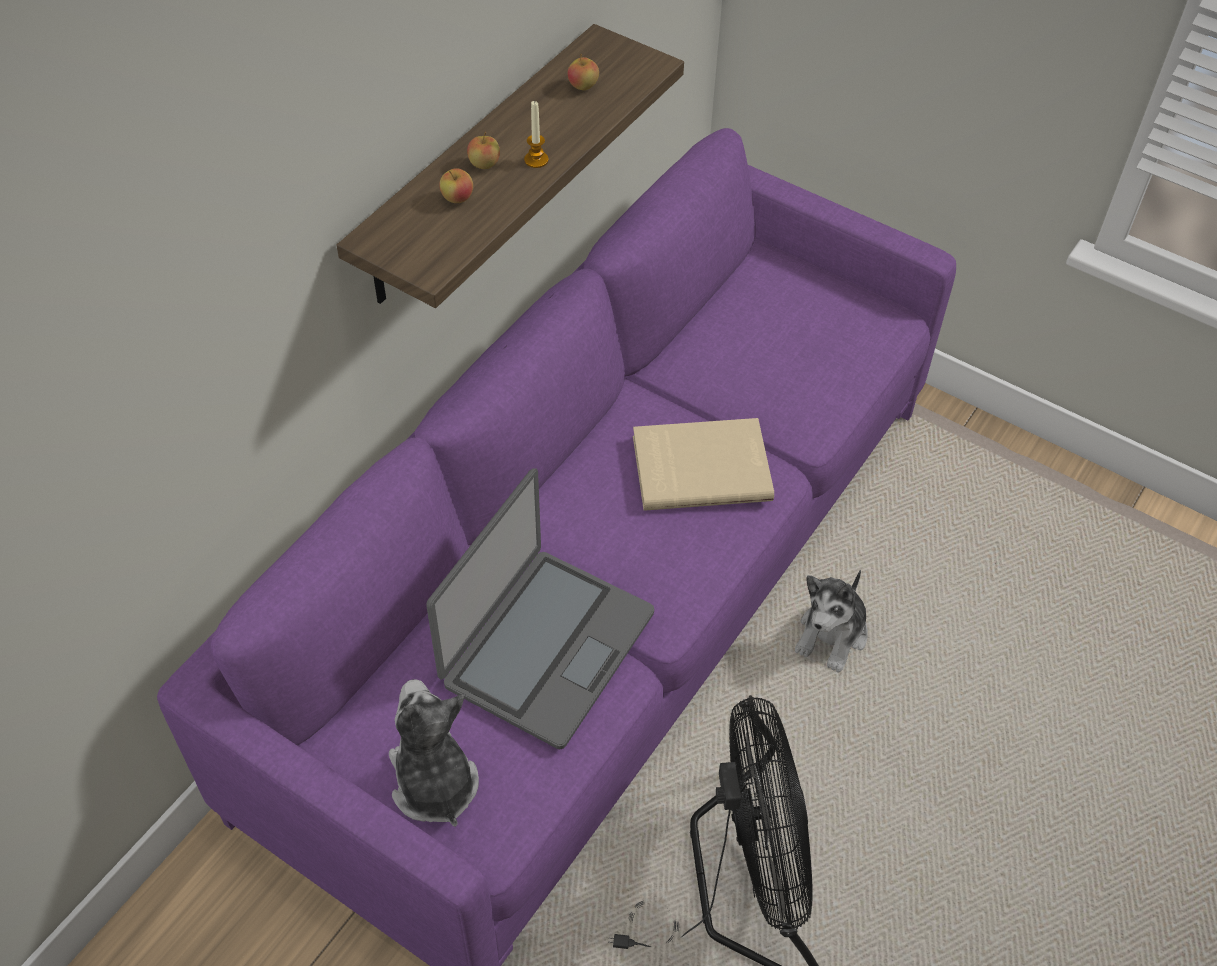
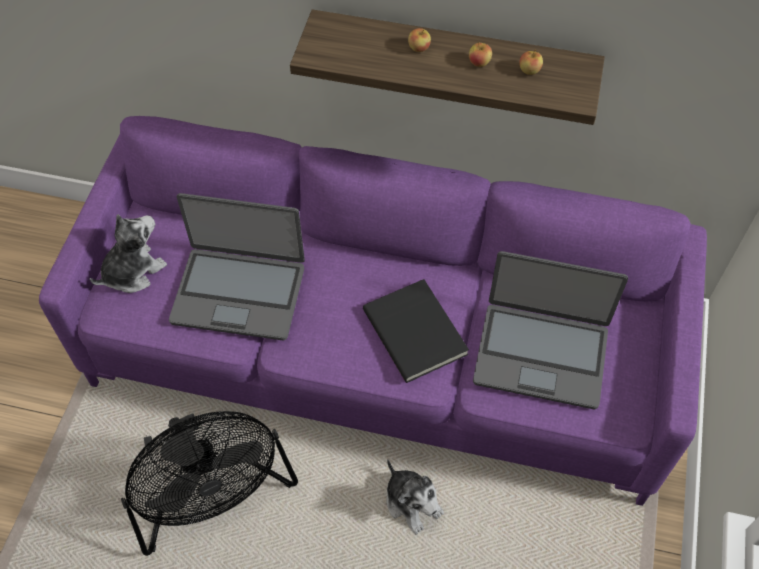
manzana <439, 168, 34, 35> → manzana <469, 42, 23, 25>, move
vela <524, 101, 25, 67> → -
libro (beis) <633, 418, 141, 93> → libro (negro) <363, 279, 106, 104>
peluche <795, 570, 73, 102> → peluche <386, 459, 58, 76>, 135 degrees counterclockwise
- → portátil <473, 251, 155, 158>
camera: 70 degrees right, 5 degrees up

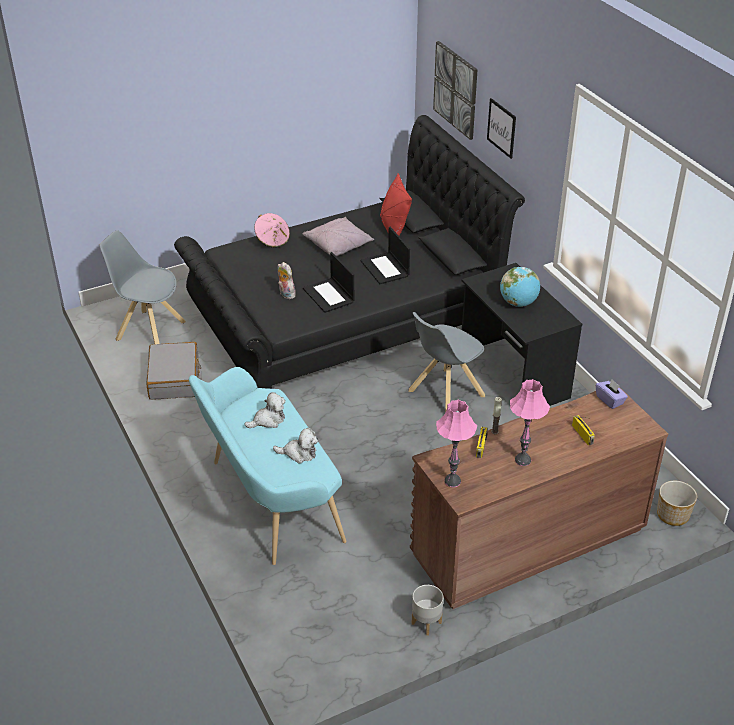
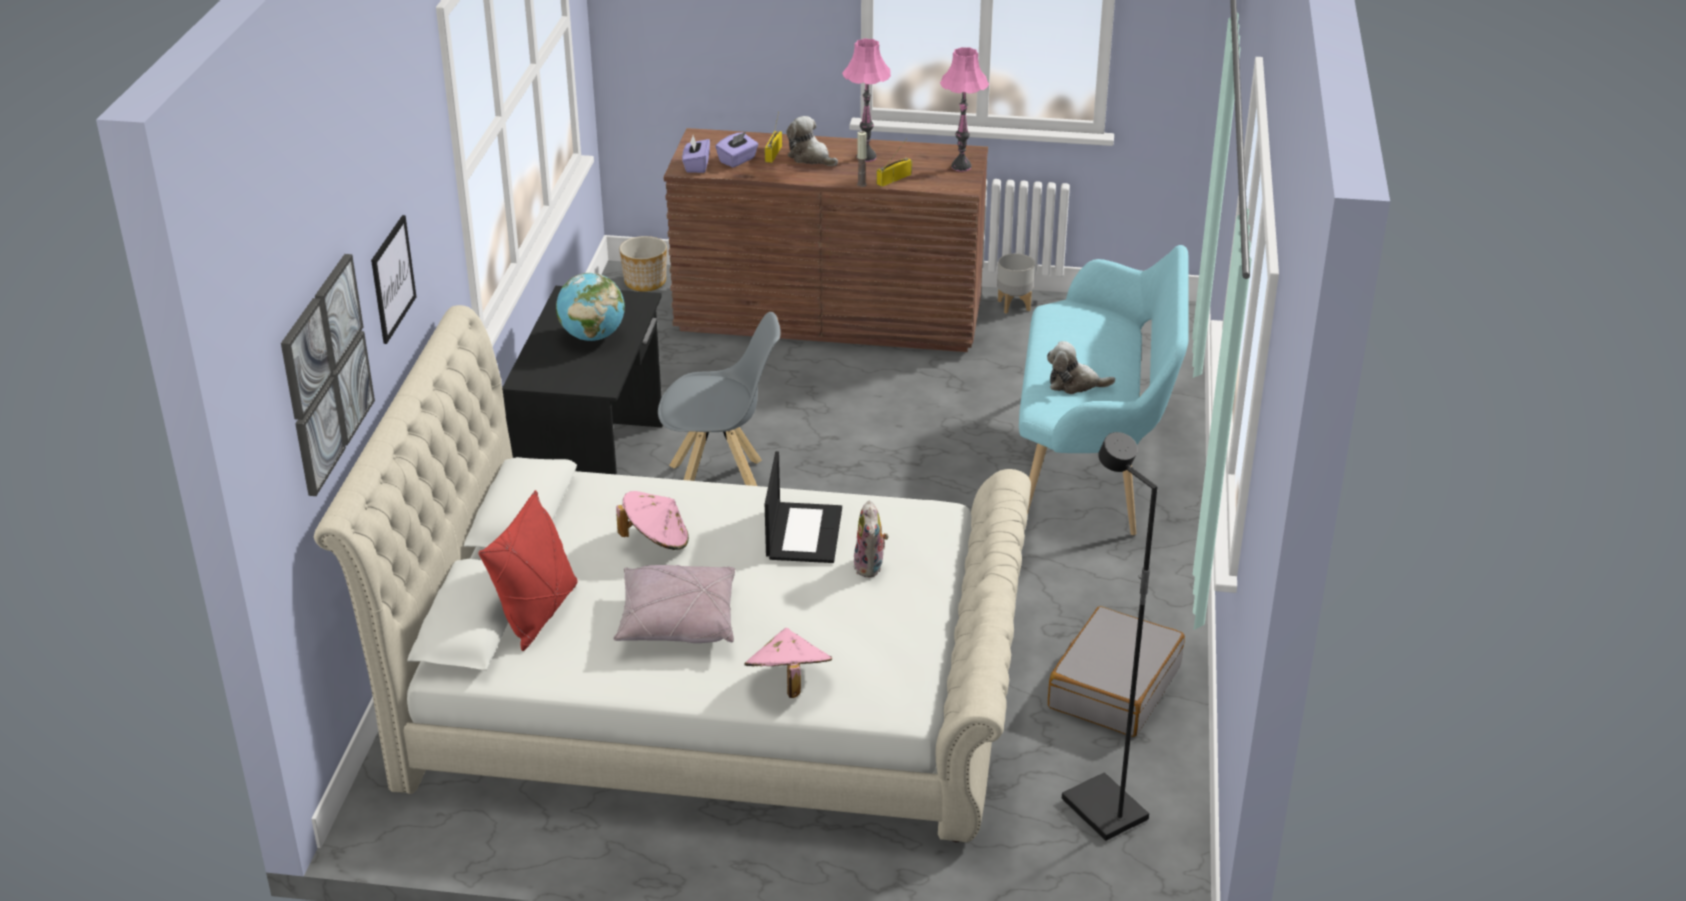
silla (gris) <99, 230, 87, 114> → lámpara de pie (negro) <1062, 432, 95, 409>
cama (negro) <174, 115, 351, 274> → cama (beis) <314, 305, 717, 537>
peluche <273, 428, 45, 36> → peluche <786, 116, 52, 50>, move
portátil <361, 227, 49, 57> → sombrero (rosa) <616, 491, 73, 59>
- → caja de pañuelos (morado) <715, 132, 44, 35>
camera: 145 degrees left, 5 degrees down

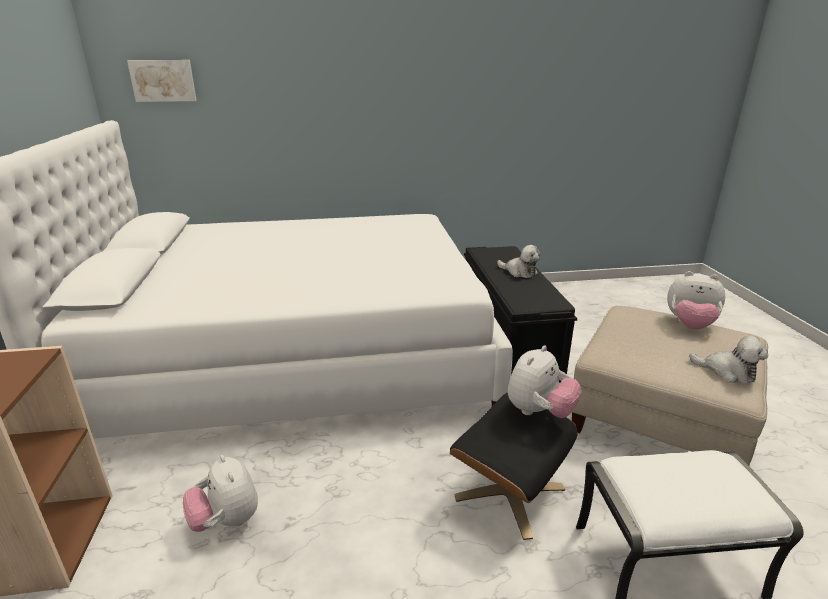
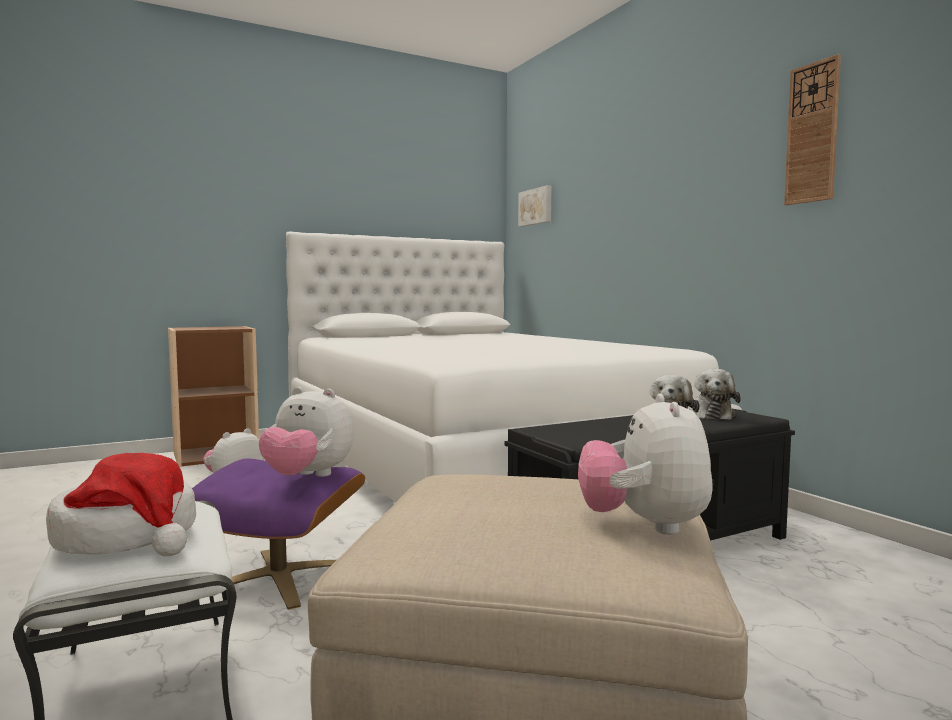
puf (negro) <450, 392, 128, 148> → puf (morado) <192, 459, 173, 151>
peluche <689, 336, 79, 47> → peluche <690, 369, 51, 51>, move
- → sombrero <46, 453, 150, 103>
- → reloj de pared <784, 54, 57, 151>
camera: 70 degrees right, 20 degrees down

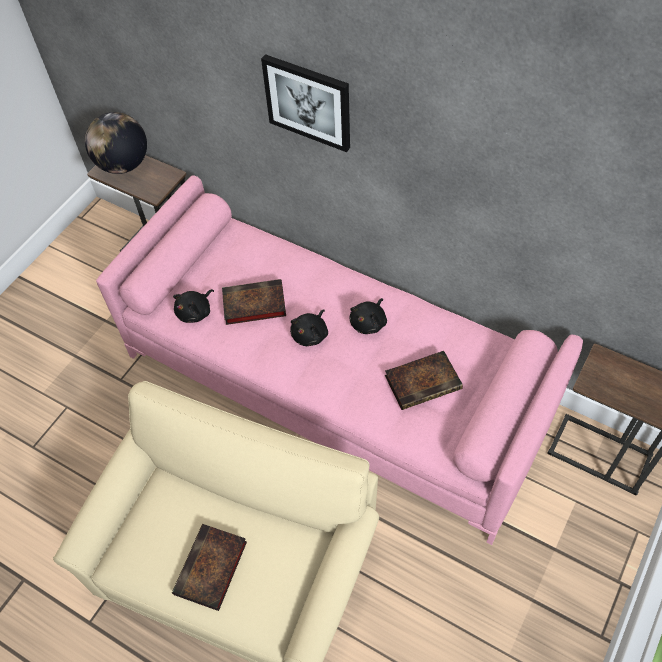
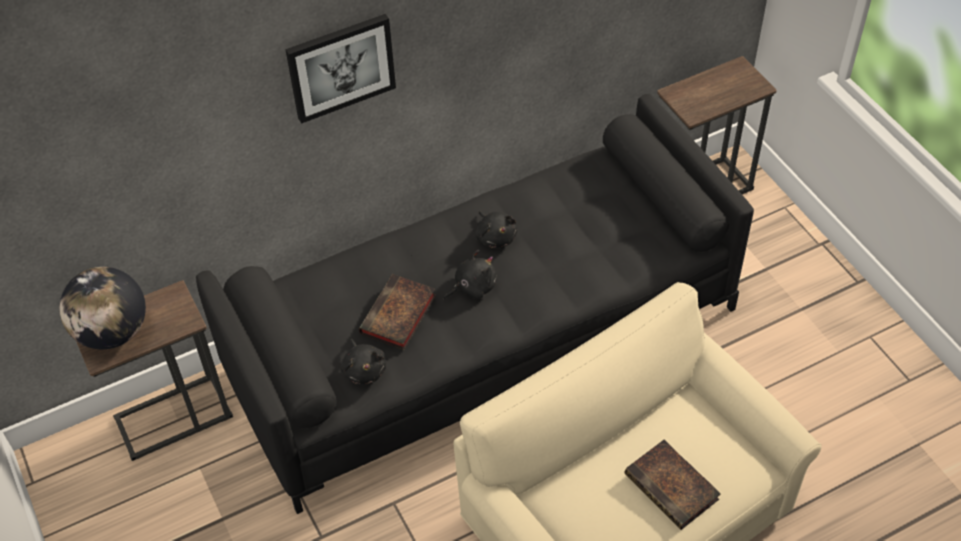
sofá (rosa) <96, 175, 487, 370> → sofá (negro) <196, 94, 558, 420>
peluche (negro) <290, 309, 38, 37> → peluche (negro) <443, 250, 54, 50>, 90 degrees counterclockwise
libro <385, 351, 78, 59> → -
camera: 60 degrees left, 5 degrees down

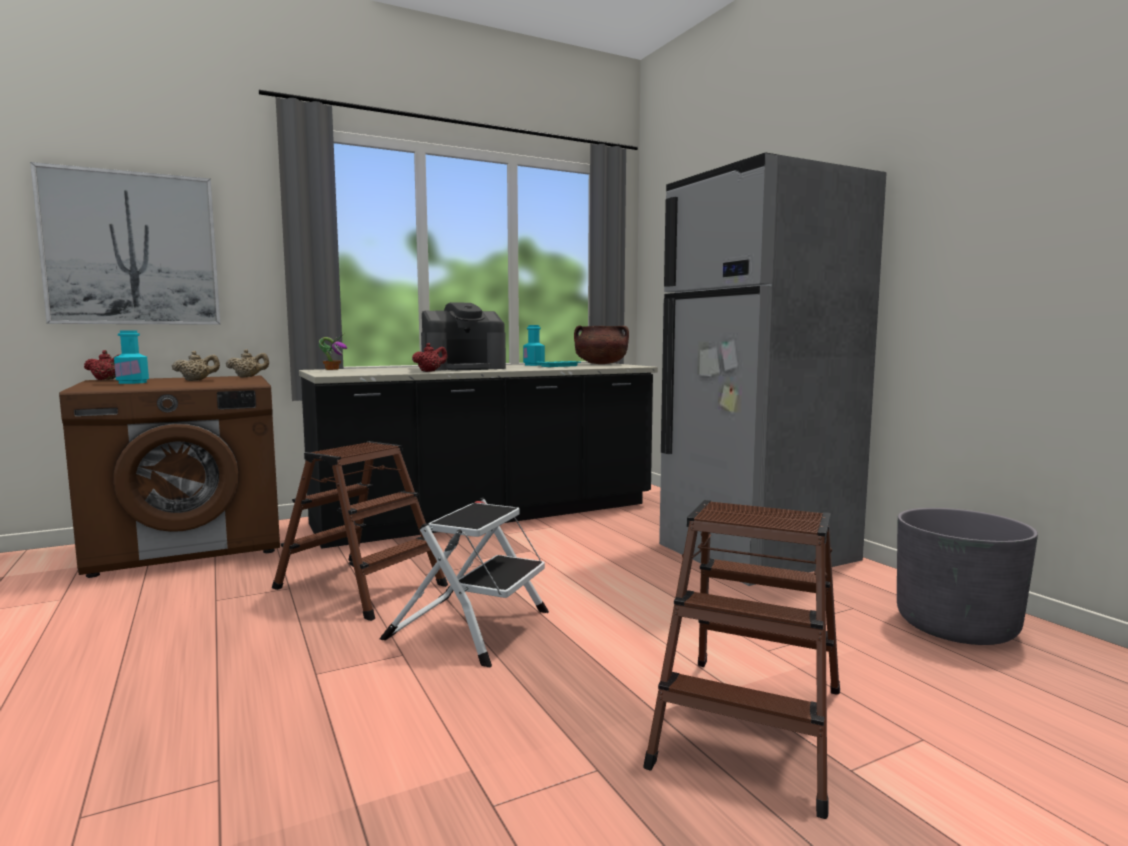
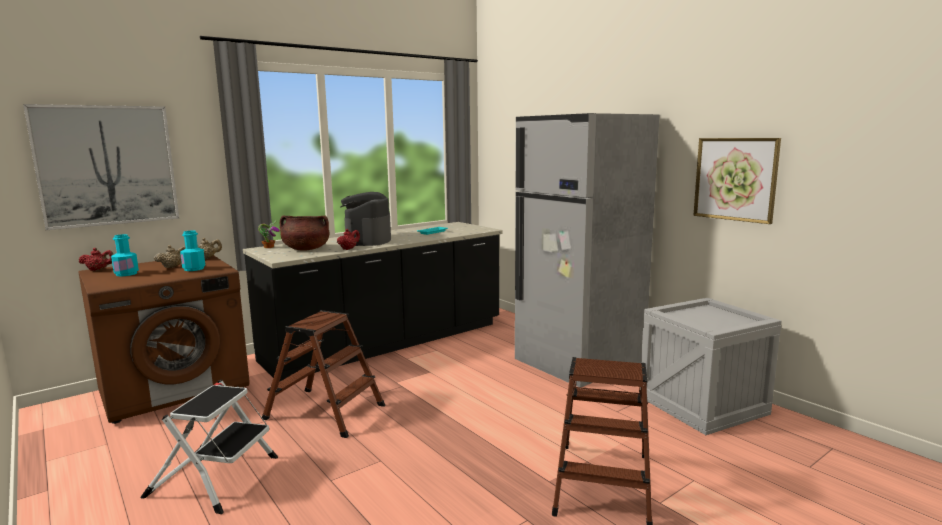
escalera de tijera <380, 498, 169, 169> → escalera de tijera <140, 380, 138, 134>, move
cafetera <421, 302, 85, 68> → cafetera <340, 192, 51, 54>, 120 degrees clockwise
botella (turquesa) <523, 325, 22, 41> → botella (turquesa) <180, 231, 25, 40>, move
olla (marrón) <574, 326, 55, 38> → olla (marrón) <280, 215, 50, 36>, move
maceta (gris) <897, 508, 141, 137> → caja de embalaje <640, 298, 141, 137>
- → cuadro <693, 138, 88, 86>
camera: 10 degrees left, 5 degrees up

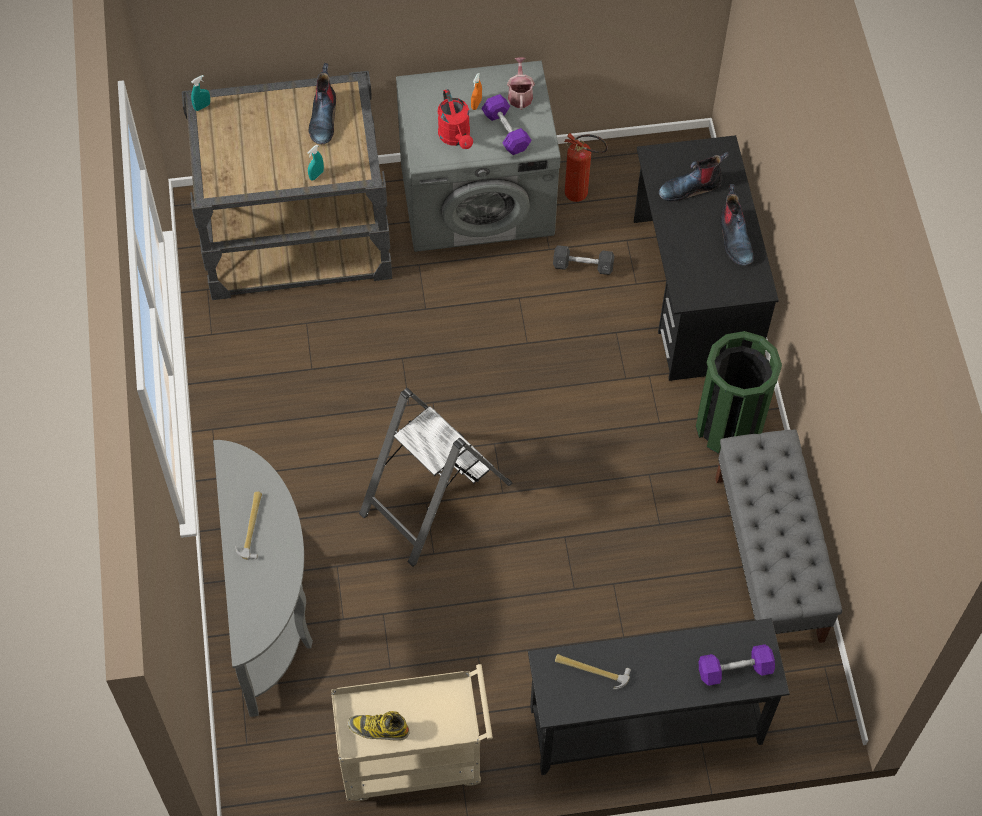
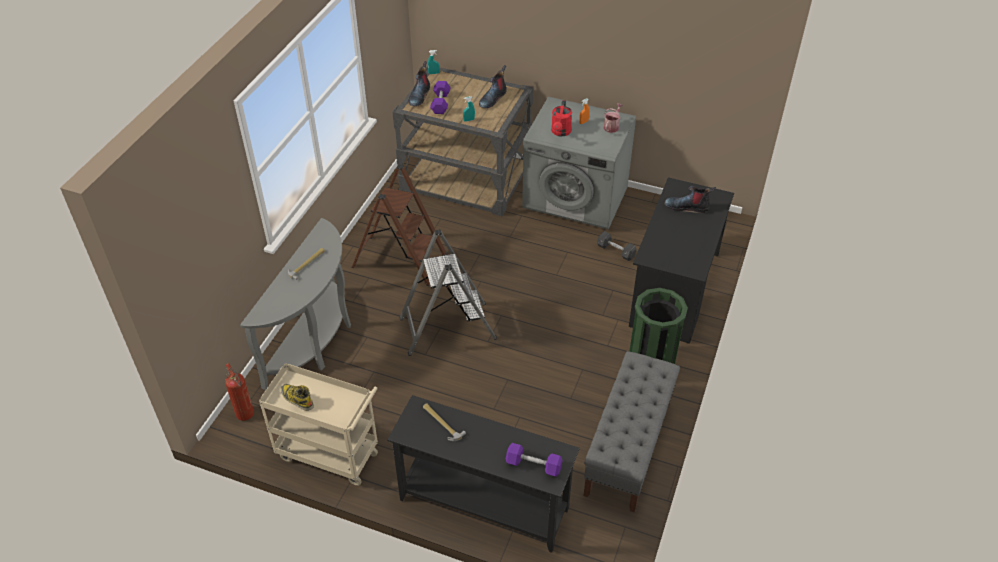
mancuerna (morado) <481, 94, 51, 61> → mancuerna (morado) <430, 81, 21, 33>, move
extintor <564, 133, 44, 69> → extintor <225, 363, 29, 58>, move
bota <720, 184, 34, 82> → bota <408, 61, 22, 45>, move
- → escalera de tijera (marrón) <351, 164, 96, 122>
camera: 30 degrees right, 15 degrees down

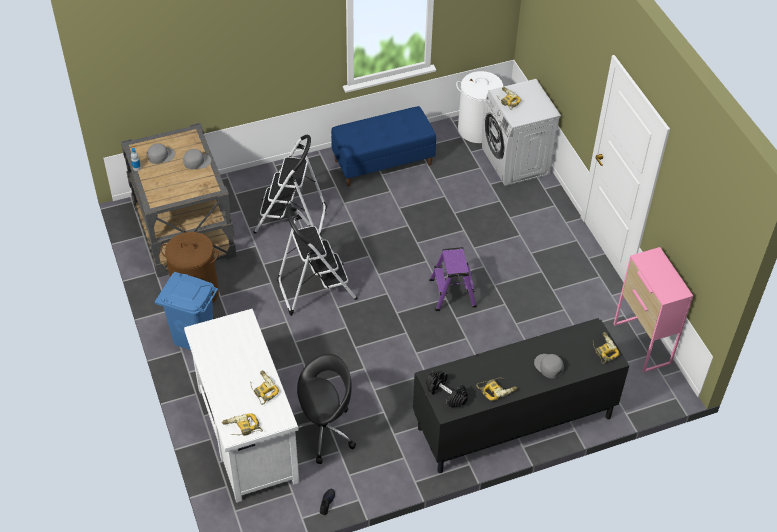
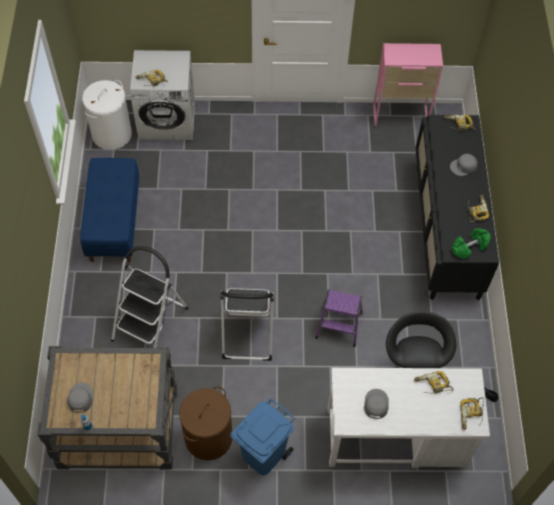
gorra (gris) <183, 149, 28, 20> → gorra (gris) <364, 389, 25, 30>, move
mancuerna (negro) <426, 371, 42, 37> → mancuerna (verde) <452, 228, 39, 31>
escalera de tijera (morado) <429, 247, 48, 64> → escalera de tijera (morado) <315, 289, 48, 58>, move
camera: 70 degrees left, 10 degrees up

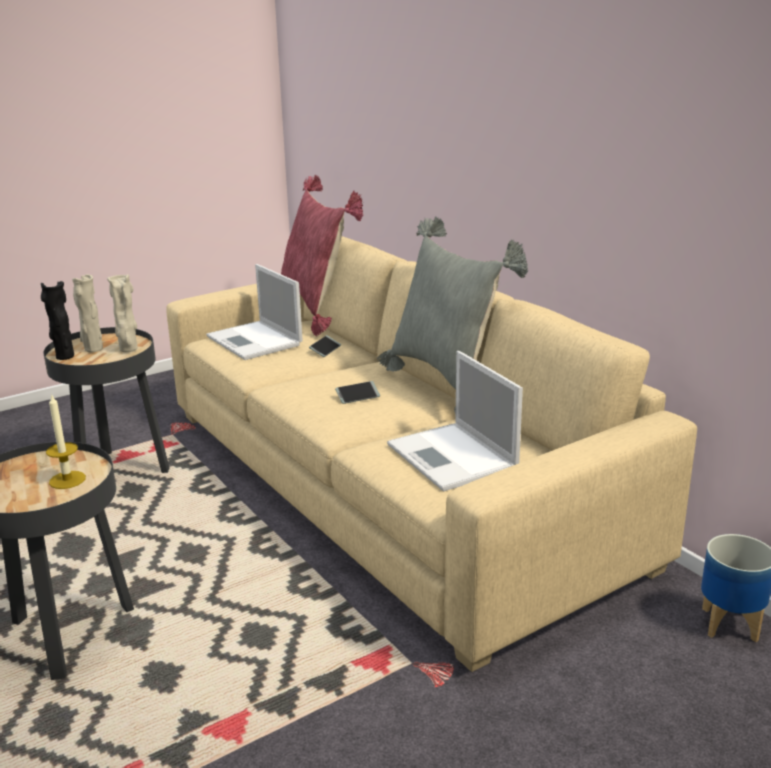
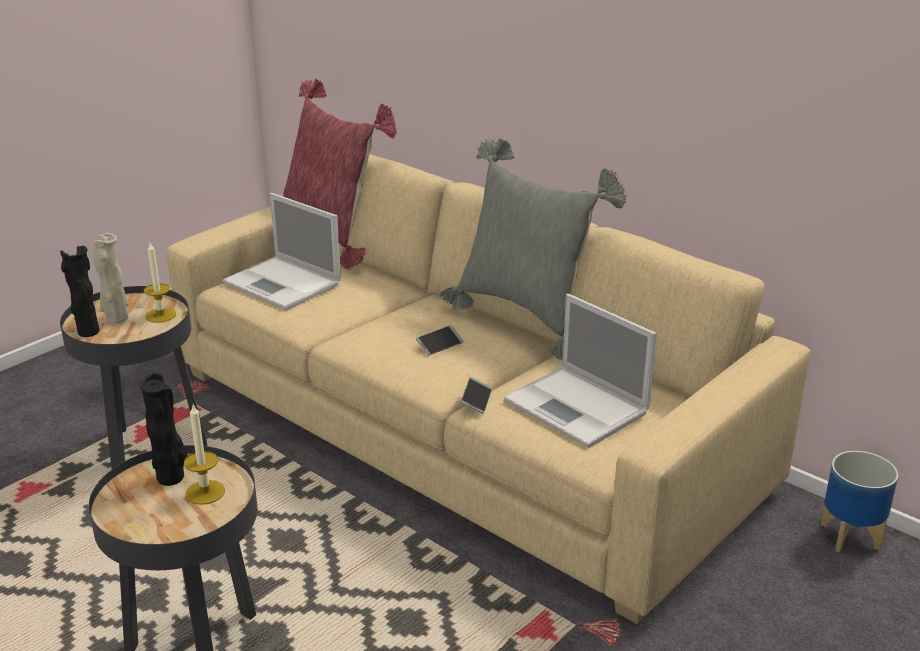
florero (beis) <107, 274, 30, 78> → vela <144, 243, 32, 80>
móvil <309, 335, 32, 22> → móvil <461, 377, 31, 37>, move
- → florero (negro) <140, 373, 48, 113>
camera: 15 degrees left, 5 degrees up

